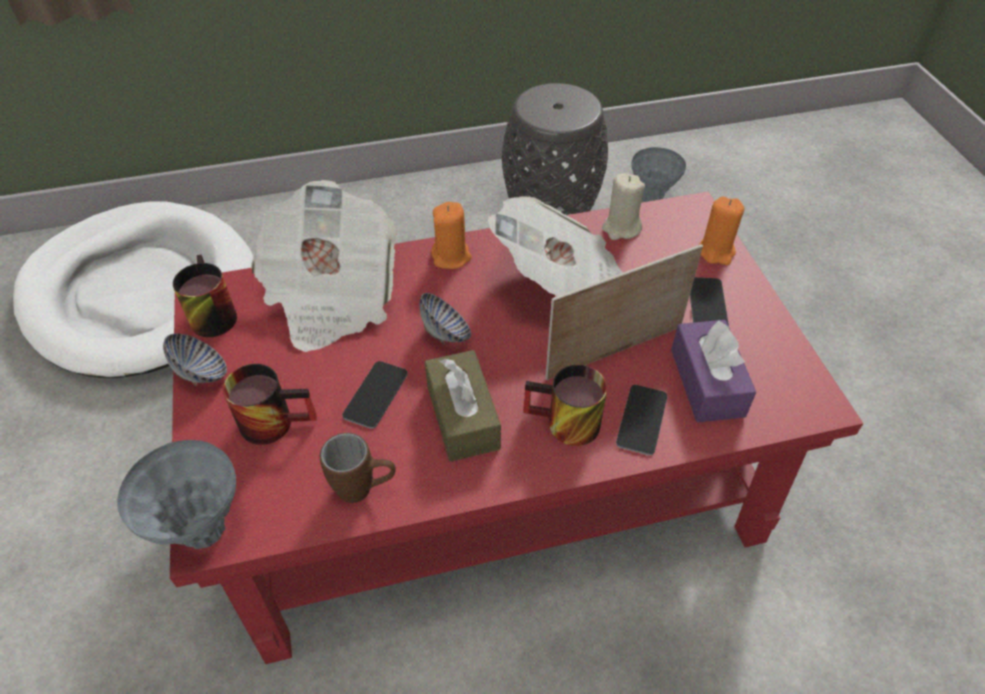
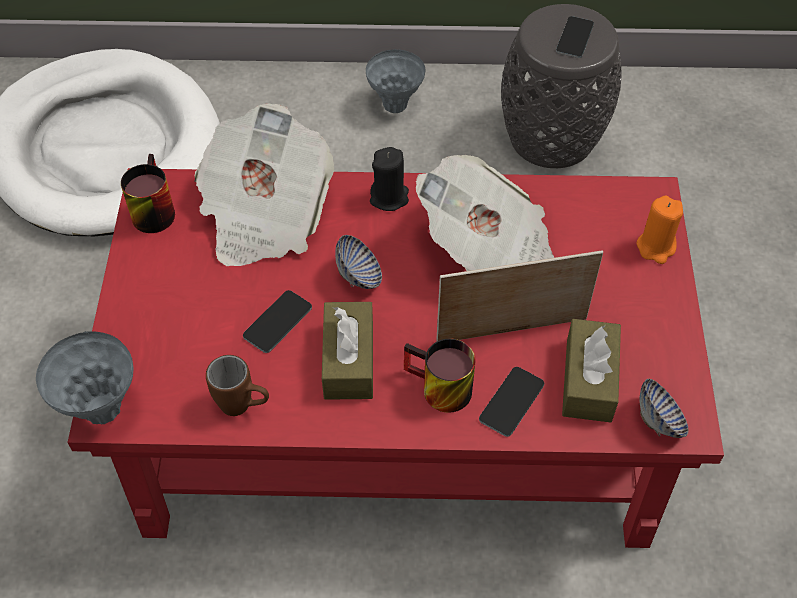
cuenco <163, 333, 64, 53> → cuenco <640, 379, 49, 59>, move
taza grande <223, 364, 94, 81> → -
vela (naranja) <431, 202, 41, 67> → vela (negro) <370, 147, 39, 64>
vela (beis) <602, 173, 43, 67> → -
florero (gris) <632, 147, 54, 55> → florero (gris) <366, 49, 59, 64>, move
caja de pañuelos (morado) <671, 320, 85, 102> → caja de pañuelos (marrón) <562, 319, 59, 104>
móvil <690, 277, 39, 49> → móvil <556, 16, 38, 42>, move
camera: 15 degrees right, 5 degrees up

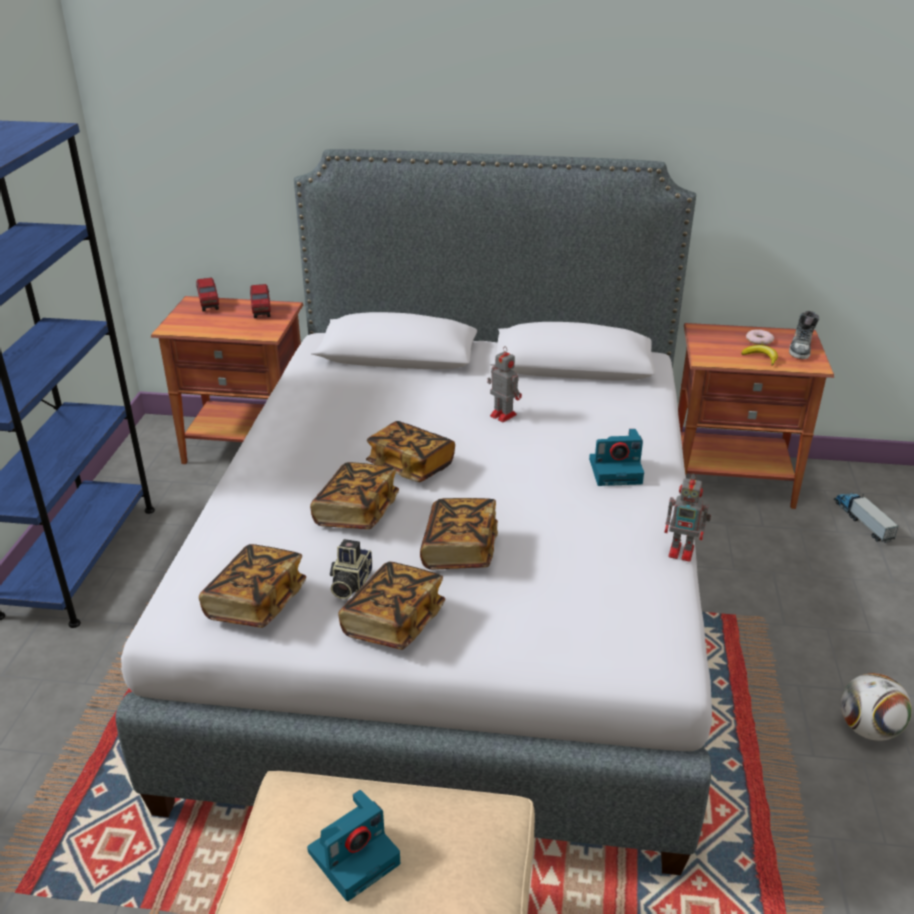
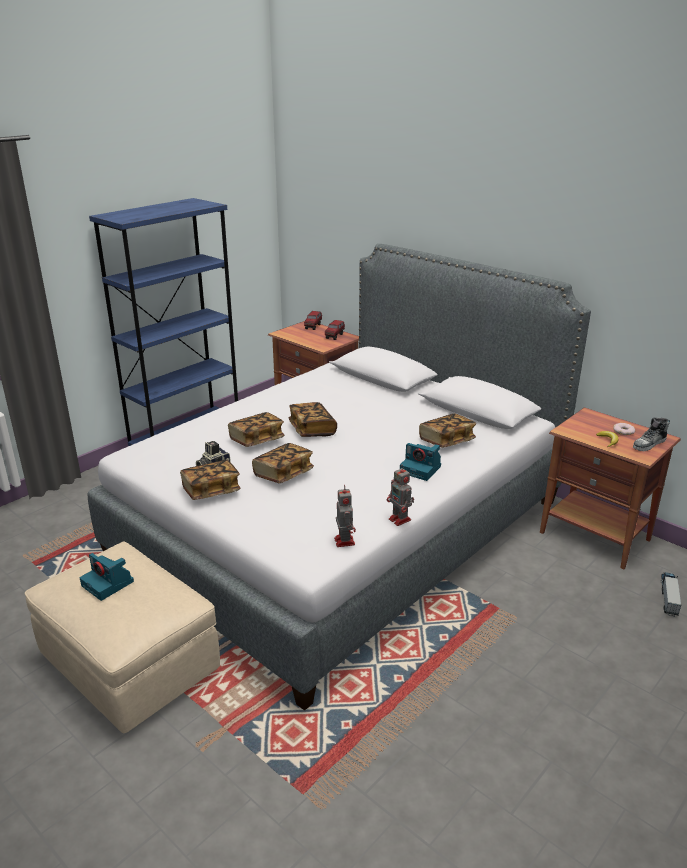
libro <199, 544, 107, 84> → libro <419, 413, 57, 35>, move
cámara <307, 790, 93, 111> → cámara <80, 553, 54, 48>, 45 degrees clockwise
robot de juguete <487, 346, 35, 76> → robot de juguete <334, 485, 22, 62>, move
balón de fútbol <841, 673, 71, 68> → -
camera: 35 degrees right, 5 degrees down

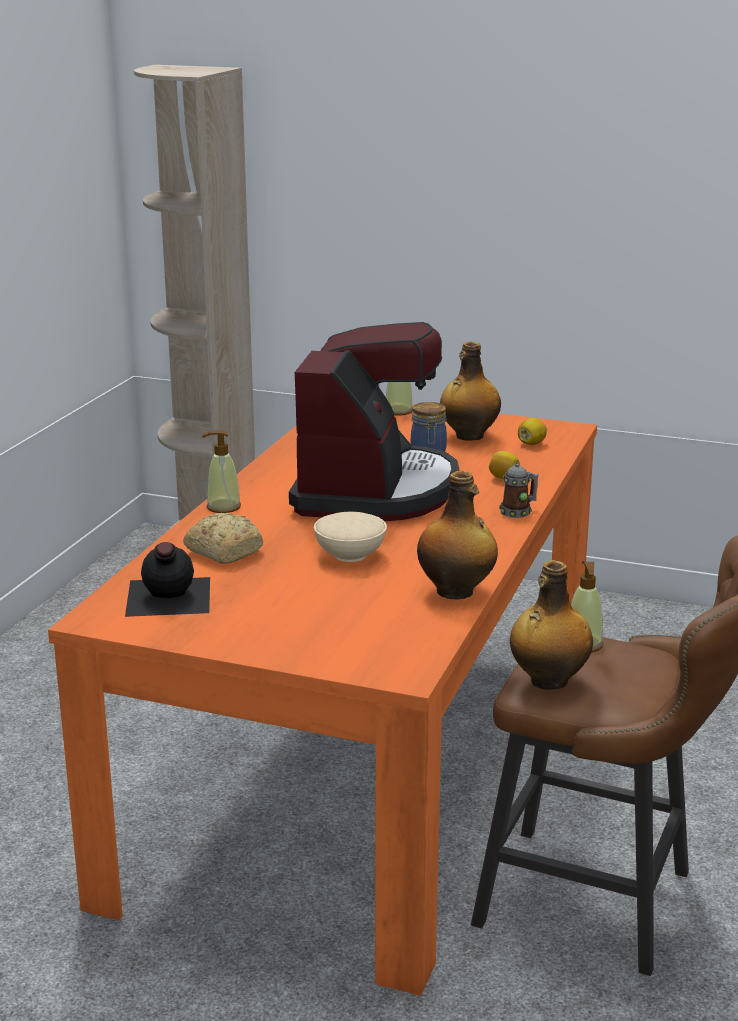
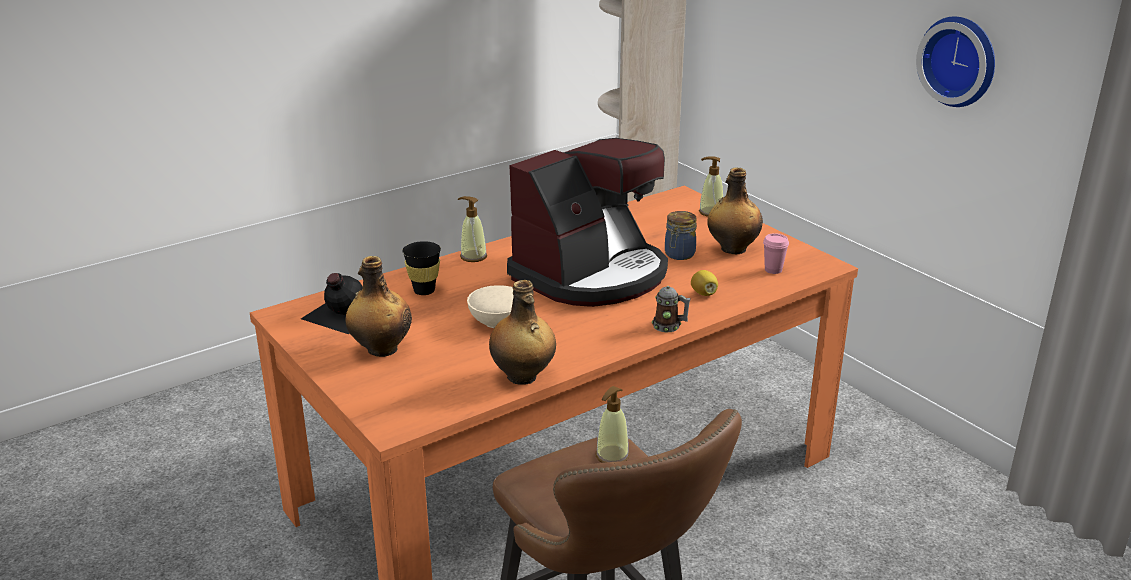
pan <183, 513, 80, 51> → taza (negro) <402, 241, 39, 54>
botella <510, 560, 83, 130> → botella <345, 256, 67, 101>, move
limón <518, 418, 29, 27> → taza (rosa) <763, 233, 26, 41>
- → reloj de pared <916, 16, 79, 91>
camera: 35 degrees right, 5 degrees up

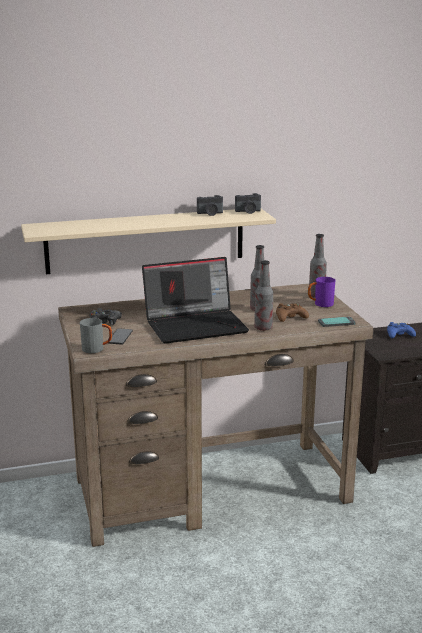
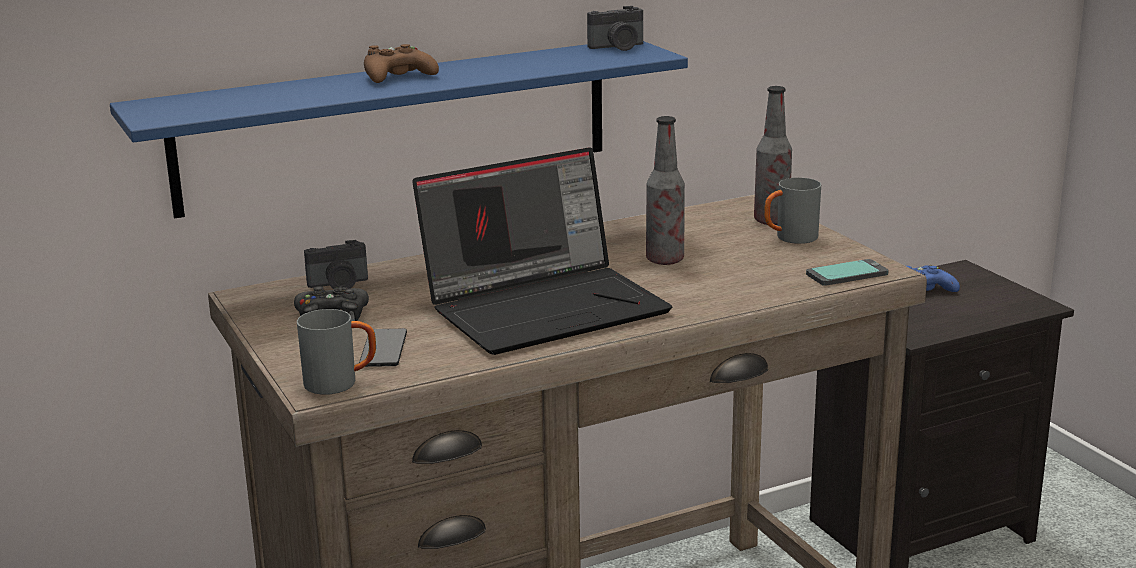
estante (beis) <21, 209, 255, 65> → estante (azul) <110, 41, 578, 178>
cámara <197, 195, 26, 21> → cámara <304, 240, 64, 49>, move
botella <254, 260, 19, 71> → -
mando de consola (marrón) <276, 303, 33, 19> → mando de consola (marrón) <364, 44, 75, 39>, move
taza grande (morado) <308, 277, 27, 30> → taza grande (gris) <764, 178, 57, 66>
camera: 10 degrees left, 0 degrees up

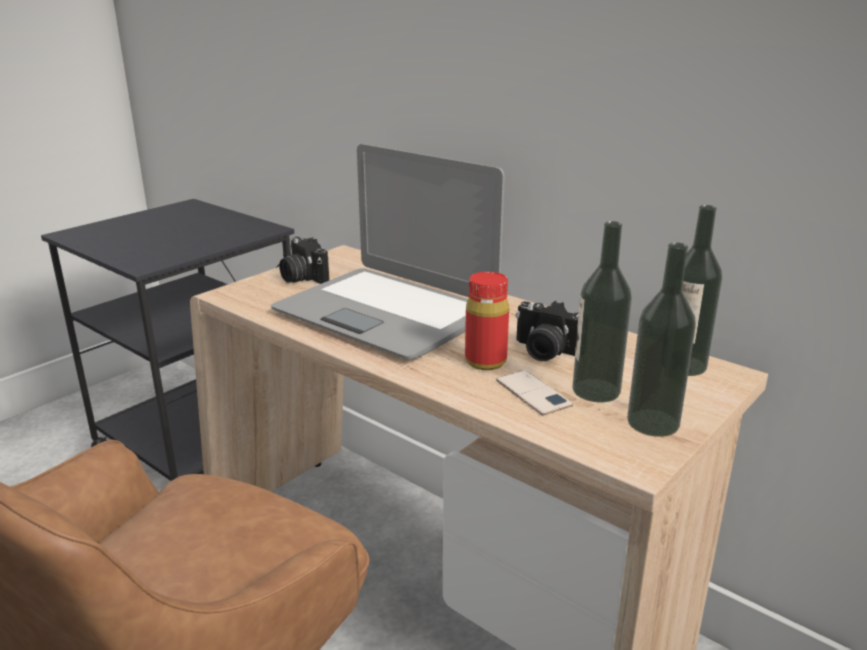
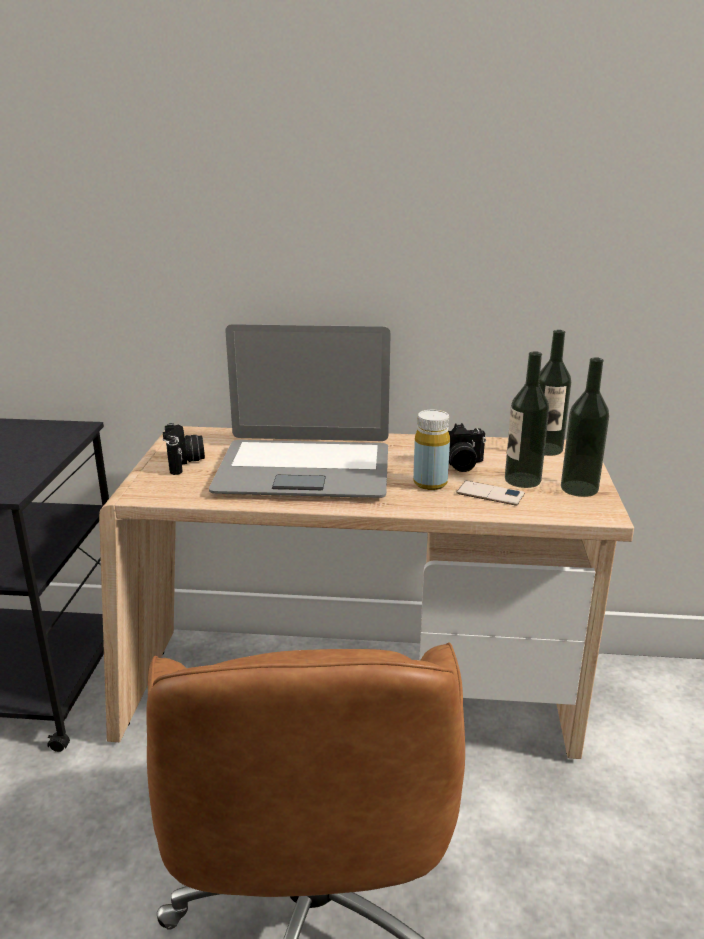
cámara <279, 237, 50, 47> → cámara <162, 423, 43, 52>, 120 degrees counterclockwise
botella (rojo) <465, 272, 44, 98> → botella (amarillo) <413, 410, 37, 80>
camera: 35 degrees left, 0 degrees up

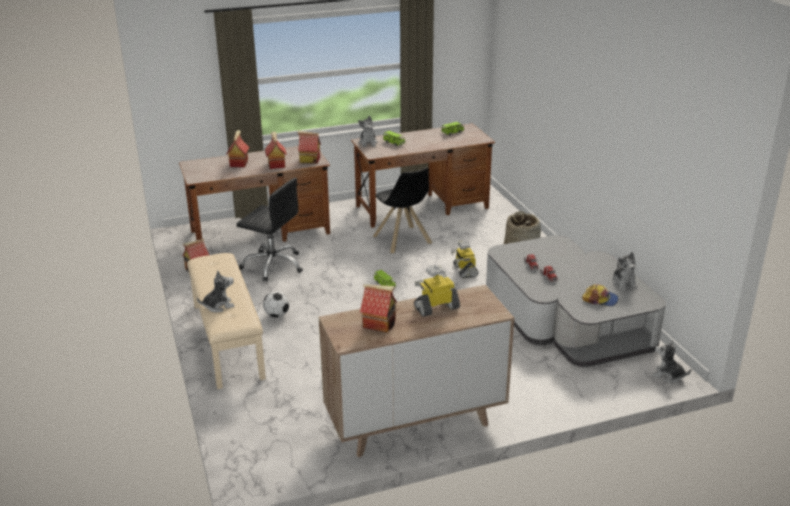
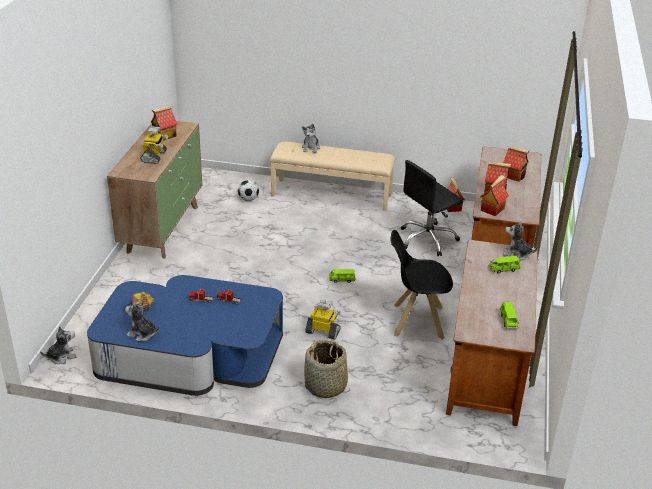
balón de fútbol <263, 291, 26, 27> → balón de fútbol <238, 180, 21, 21>, move
mesa de centro (gris) <486, 235, 180, 132> → mesa de centro (azul) <87, 275, 196, 121>
camera: 120 degrees right, 5 degrees up

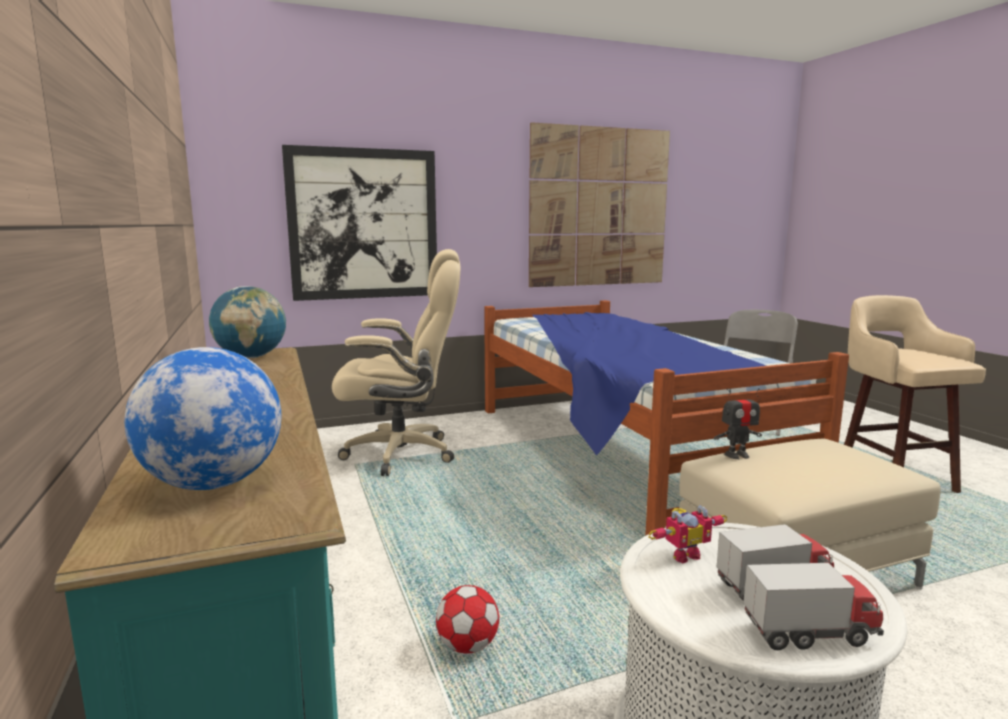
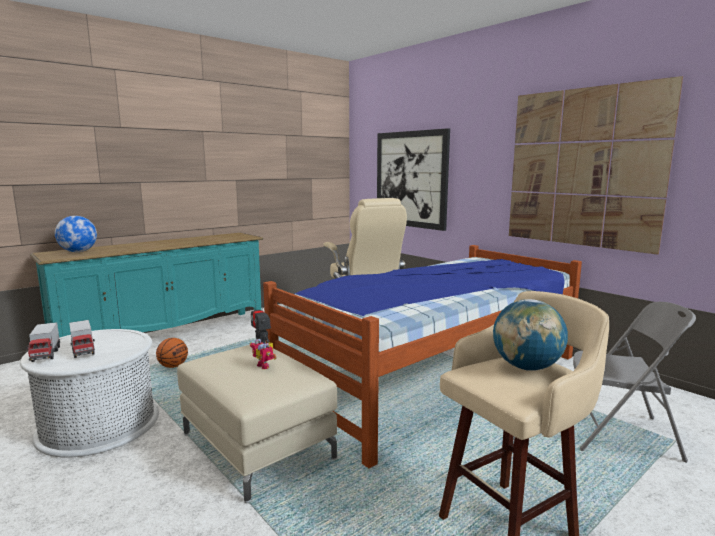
globo terráqueo <209, 286, 77, 72> → globo terráqueo <493, 299, 75, 72>, move
balón de fútbol <436, 585, 63, 68> → balón de baloncesto <156, 338, 32, 30>
robot de juguete <648, 505, 80, 58> → robot de juguete <250, 339, 26, 30>, move
camera: 70 degrees right, 0 degrees up

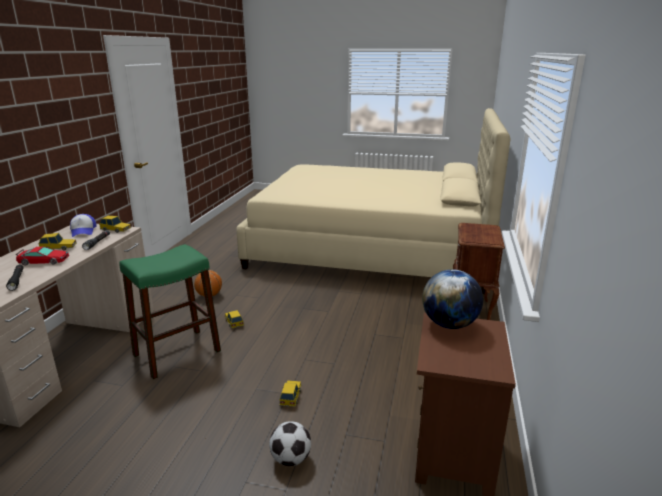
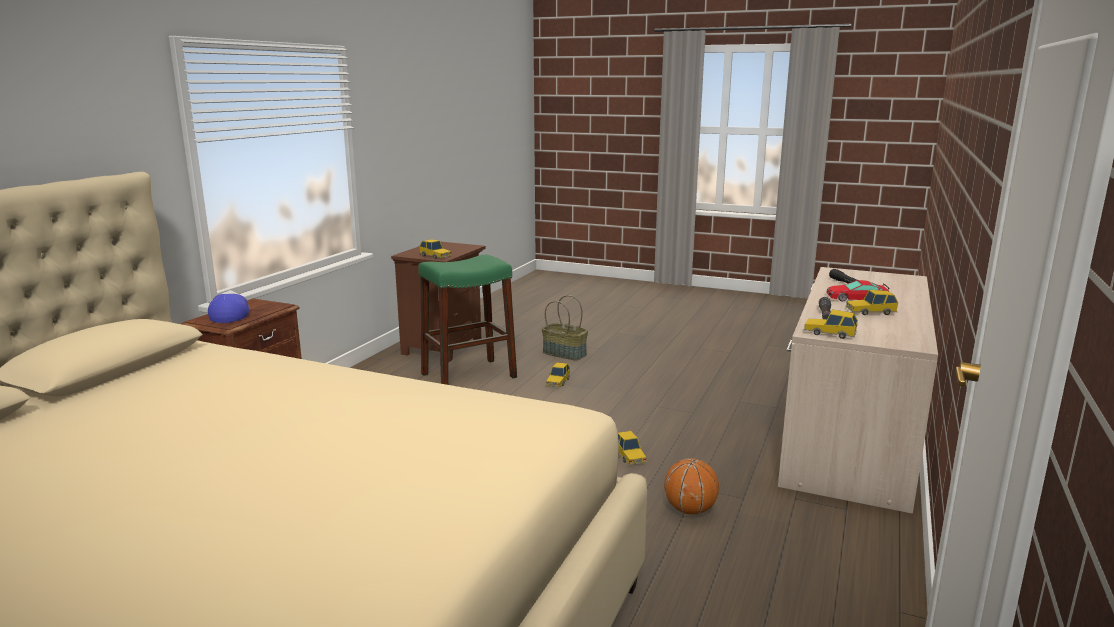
gorra <70, 214, 27, 23> → gorra <208, 290, 42, 33>, move
taburete (verde) <119, 244, 102, 135> → taburete (verde) <418, 254, 99, 131>, move
balón de fútbol <269, 421, 42, 45> → cesta <542, 295, 46, 65>
globo terráqueo <422, 269, 61, 60> → coche de juguete <419, 239, 32, 20>
camera: 170 degrees left, 5 degrees down

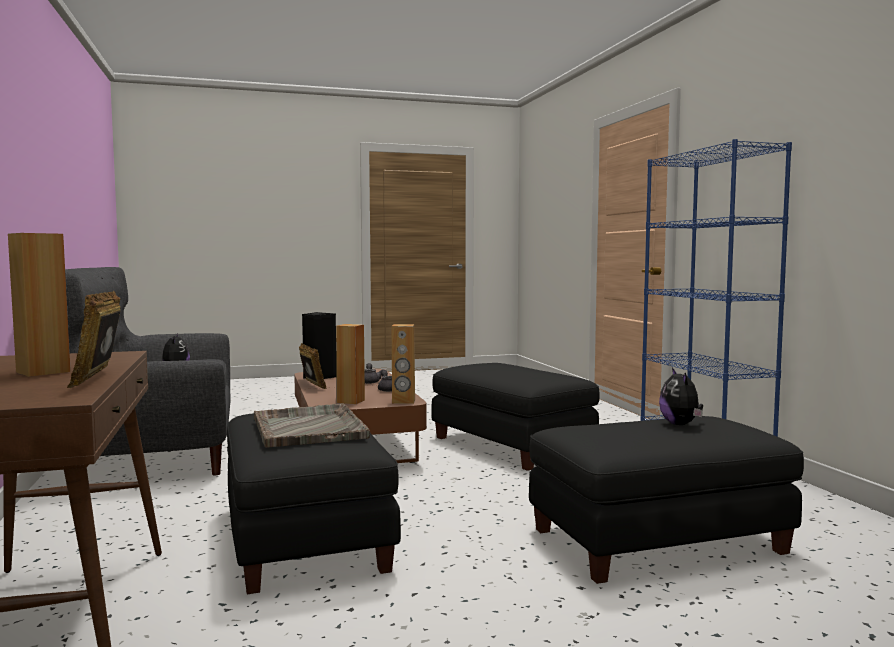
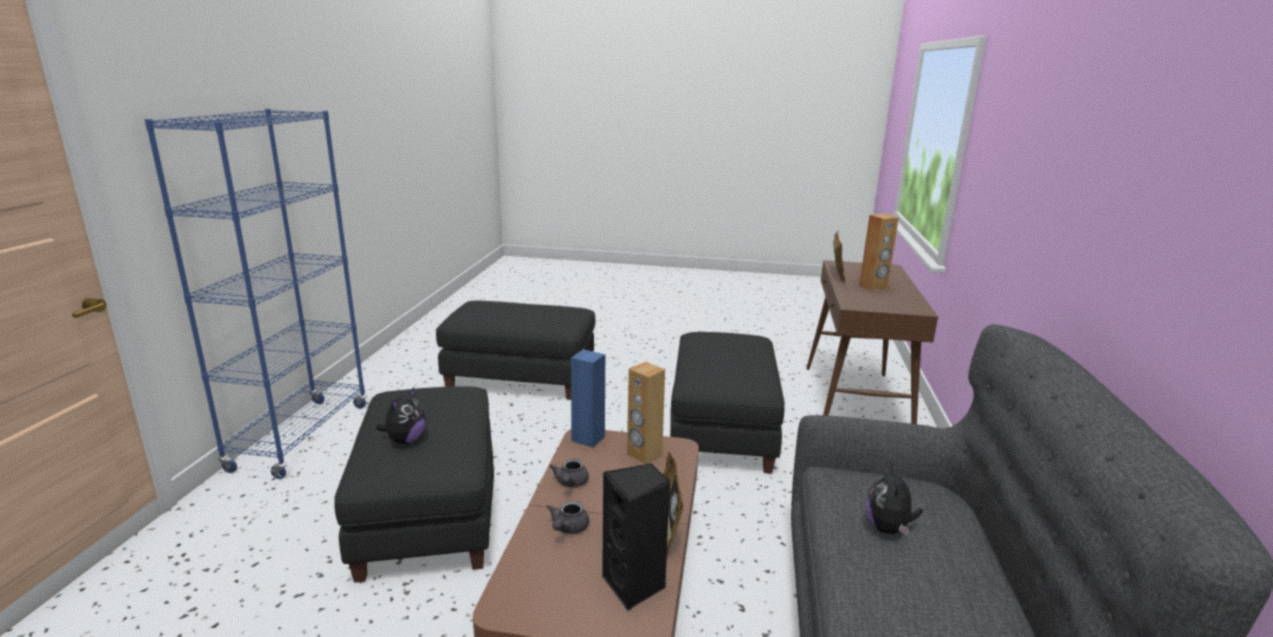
bandeja (gris) <254, 403, 116, 45> → -
altavoz (marrón) <392, 324, 23, 80> → altavoz (azul) <571, 349, 34, 98>
peluche <659, 368, 44, 57> → peluche <376, 387, 50, 57>, move
camera: 155 degrees left, 15 degrees up

